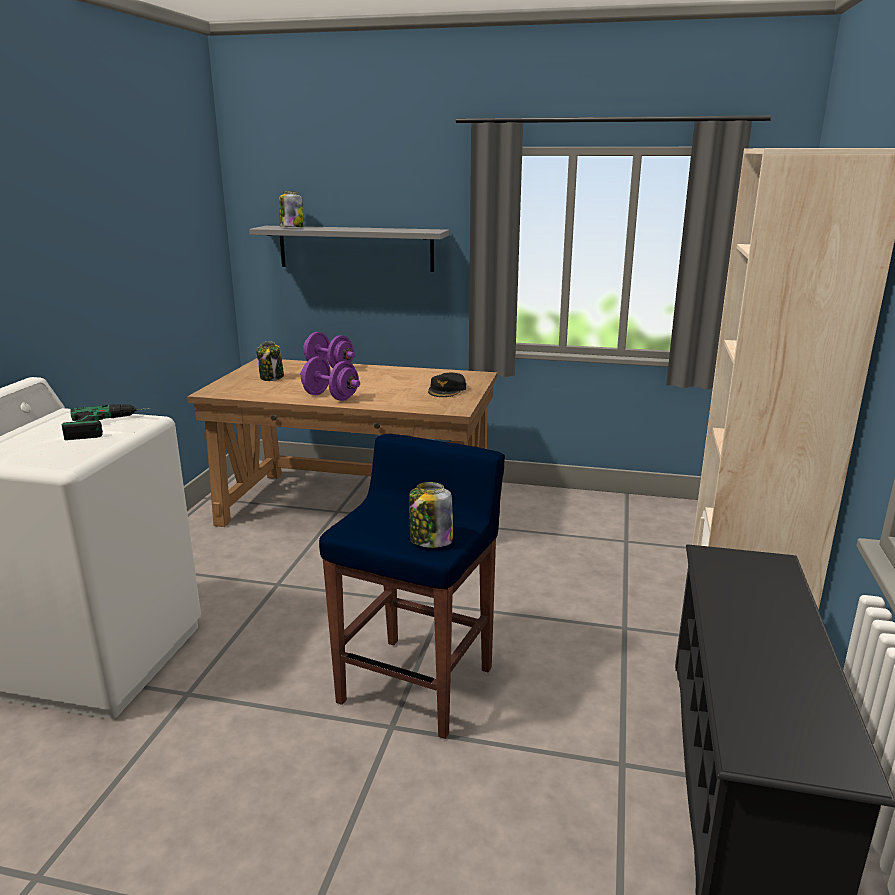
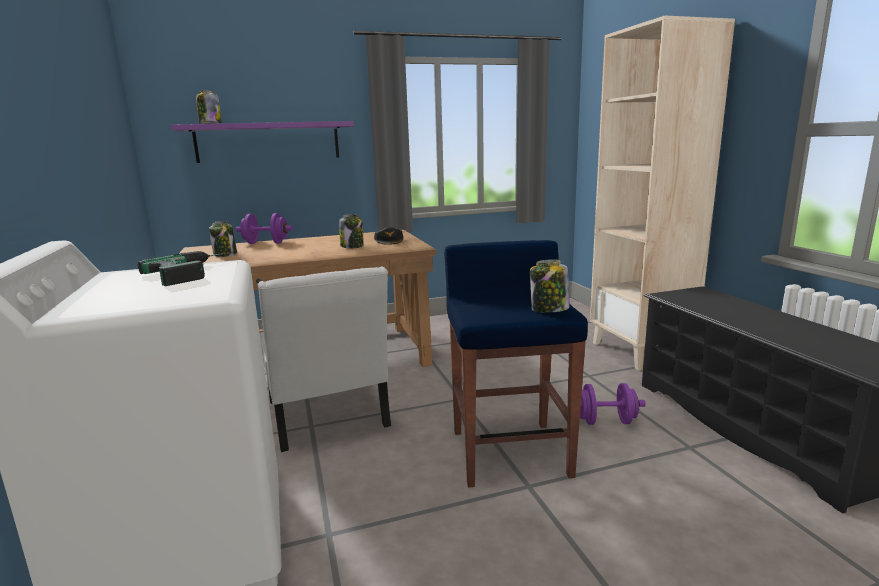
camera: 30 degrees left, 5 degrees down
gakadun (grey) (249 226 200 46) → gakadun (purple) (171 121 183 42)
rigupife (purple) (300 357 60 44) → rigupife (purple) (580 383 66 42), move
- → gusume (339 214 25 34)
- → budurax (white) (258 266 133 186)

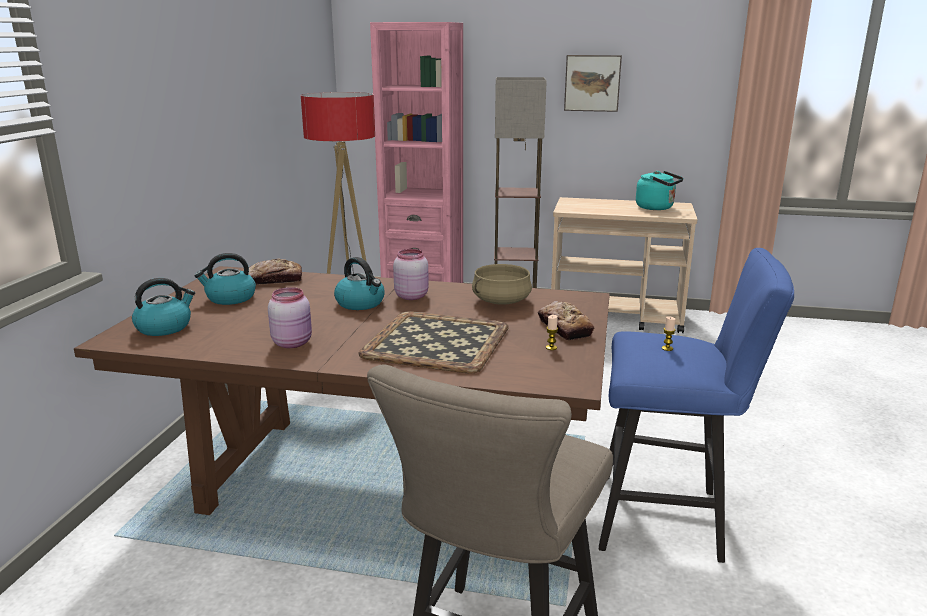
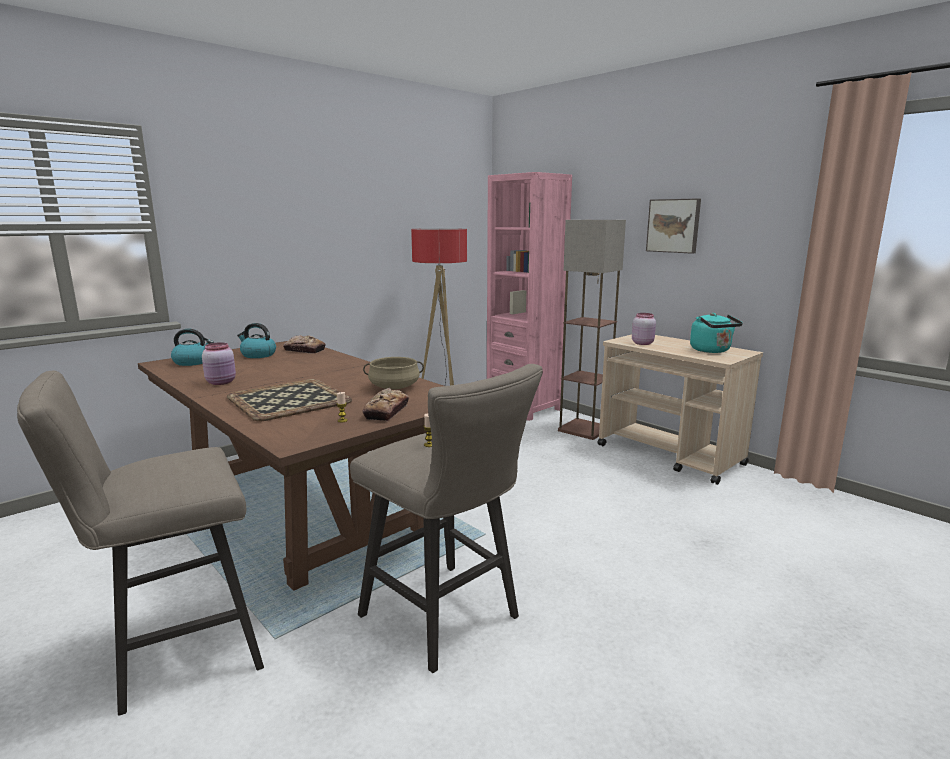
camera: 35 degrees right, 5 degrees down
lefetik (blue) (599 248 195 315) → lefetik (beige) (350 364 193 309)
gusume (pink) (393 249 36 51) → gusume (pink) (632 313 24 32), move
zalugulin (334 257 51 53) → -

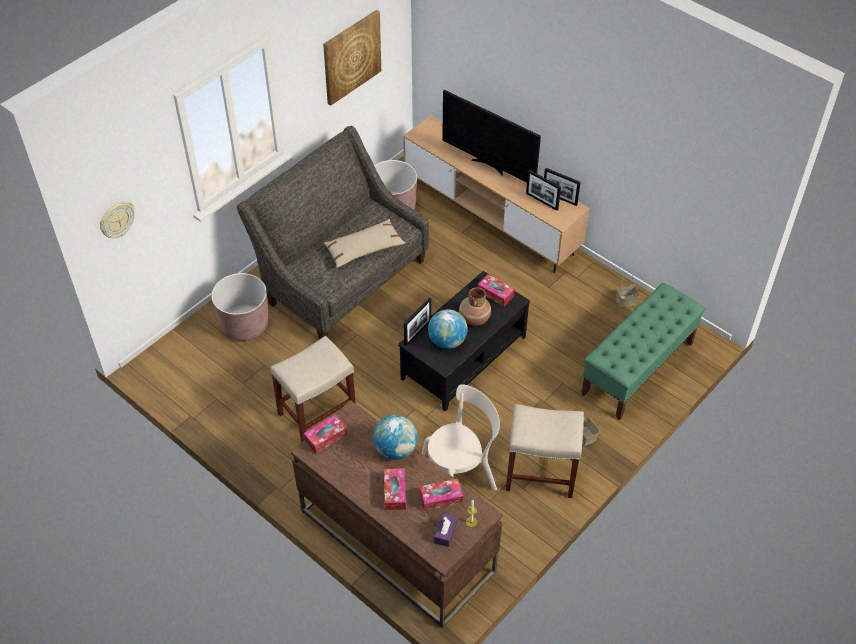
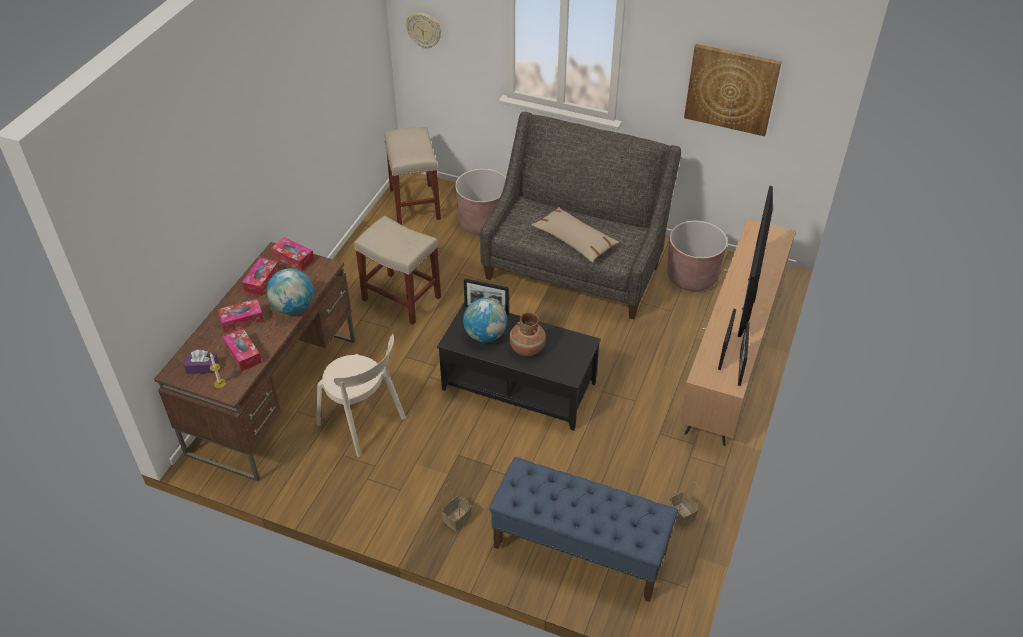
camera: 70 degrees right, 5 degrees down
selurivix (478 274 37 32) → selurivix (242 257 38 39), move
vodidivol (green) (581 283 124 137) → vodidivol (blue) (489 457 189 145)
lefetik (beige) (506 404 78 94) → lefetik (beige) (384 127 57 98), move

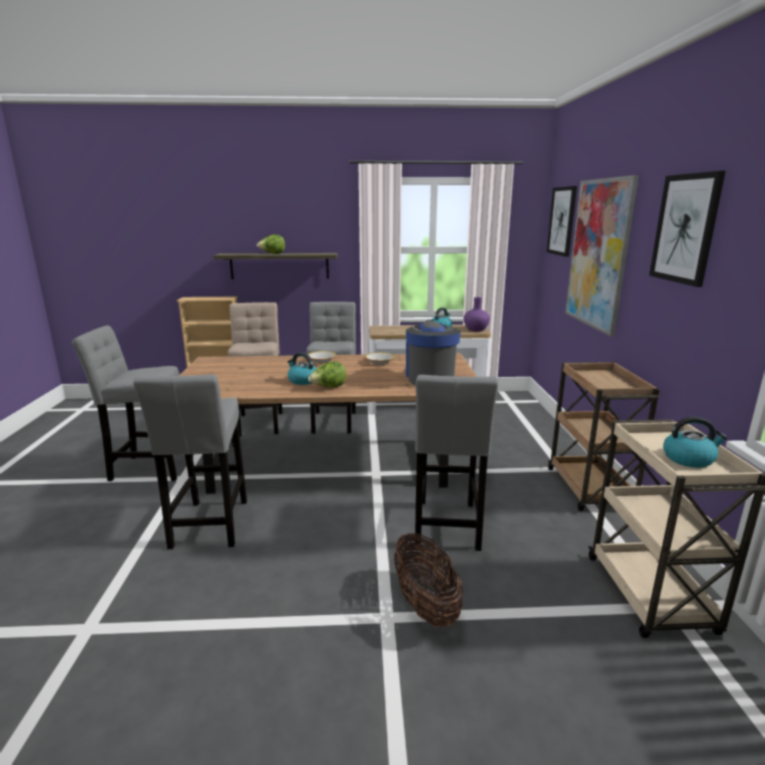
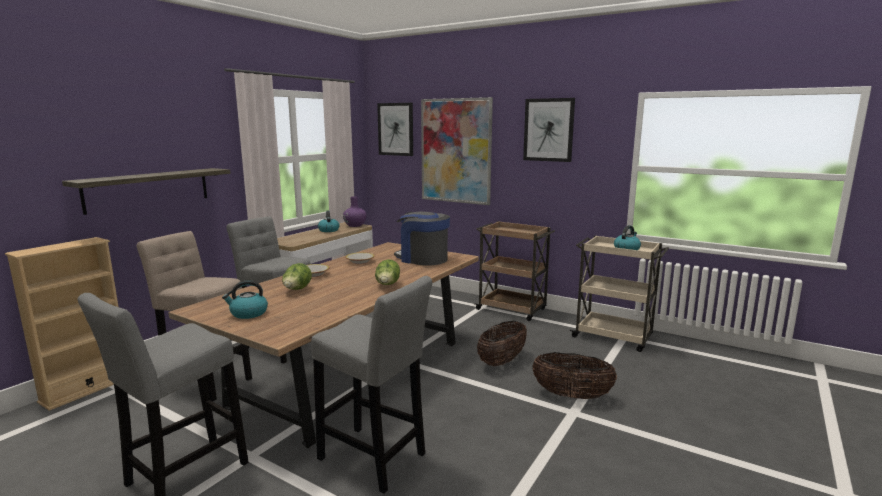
camera: 55 degrees left, 5 degrees down
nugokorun (257 234 28 20) → nugokorun (282 263 30 27), move
zalugulin (287 352 30 33) → zalugulin (222 280 46 39), move
lefetik (grey) (415 375 83 176) → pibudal (477 321 50 45)

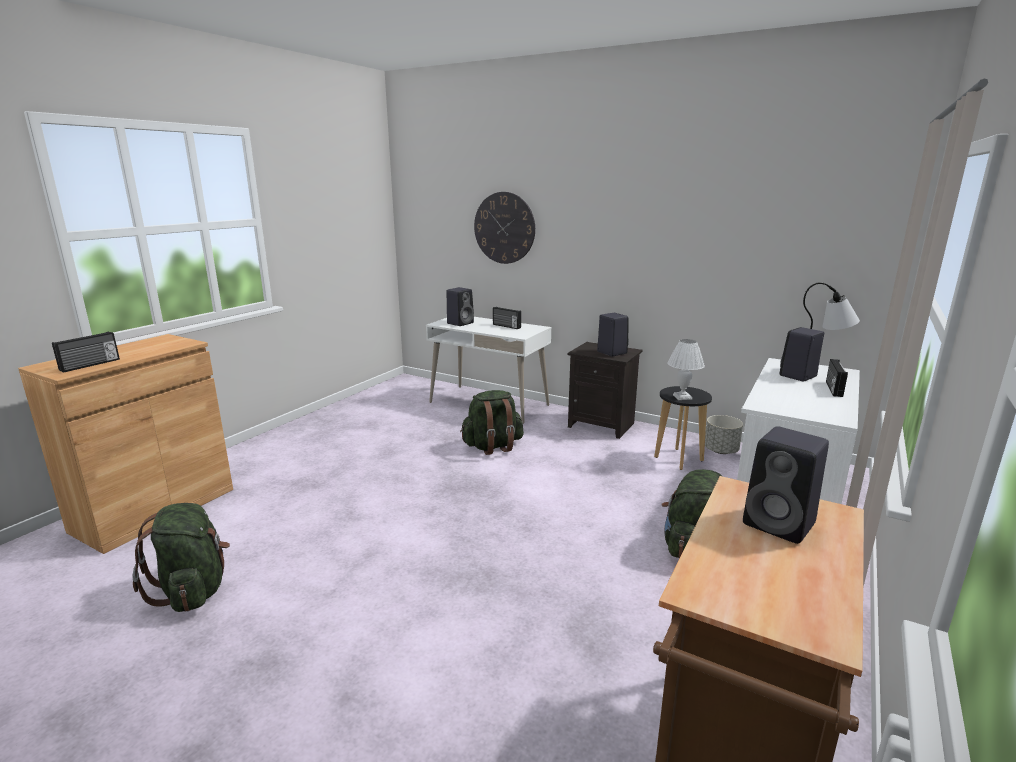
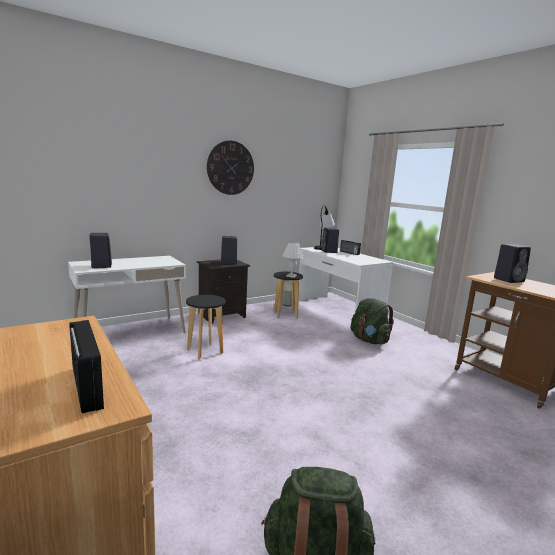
camera: 65 degrees left, 5 degrees down
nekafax (474 192 61 72) → nekafax (207 141 47 54), move
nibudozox (493 307 28 22) → -
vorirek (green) (460 390 64 65) → lefetik (black) (186 295 39 64)

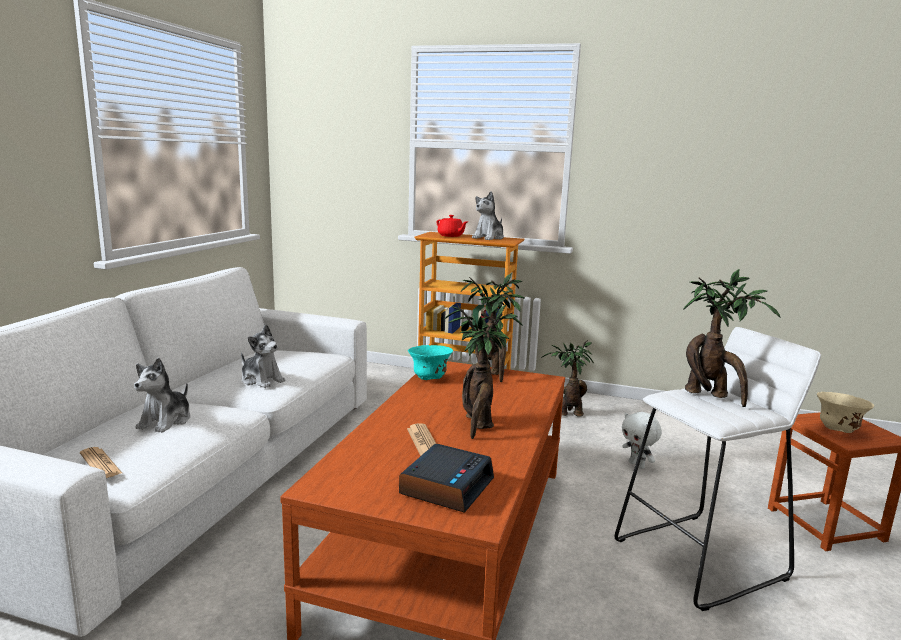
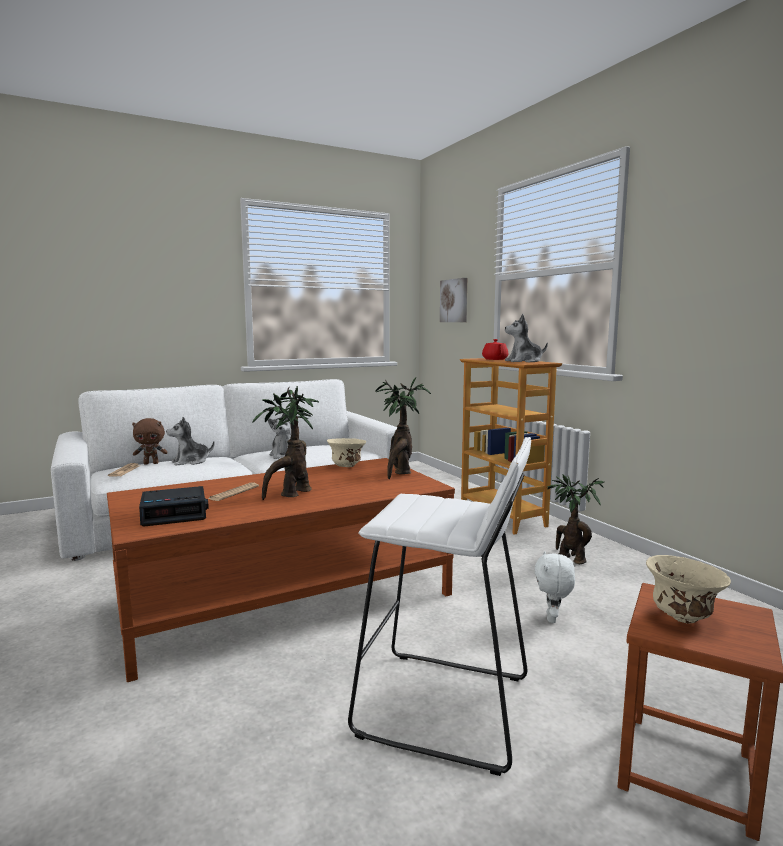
camera: 45 degrees right, 5 degrees down
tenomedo (684 269 96 138) → -
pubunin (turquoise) (408 345 45 35) → pubunin (beige) (327 438 39 29)
- → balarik (440 278 27 44)
- → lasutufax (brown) (132 418 36 47)

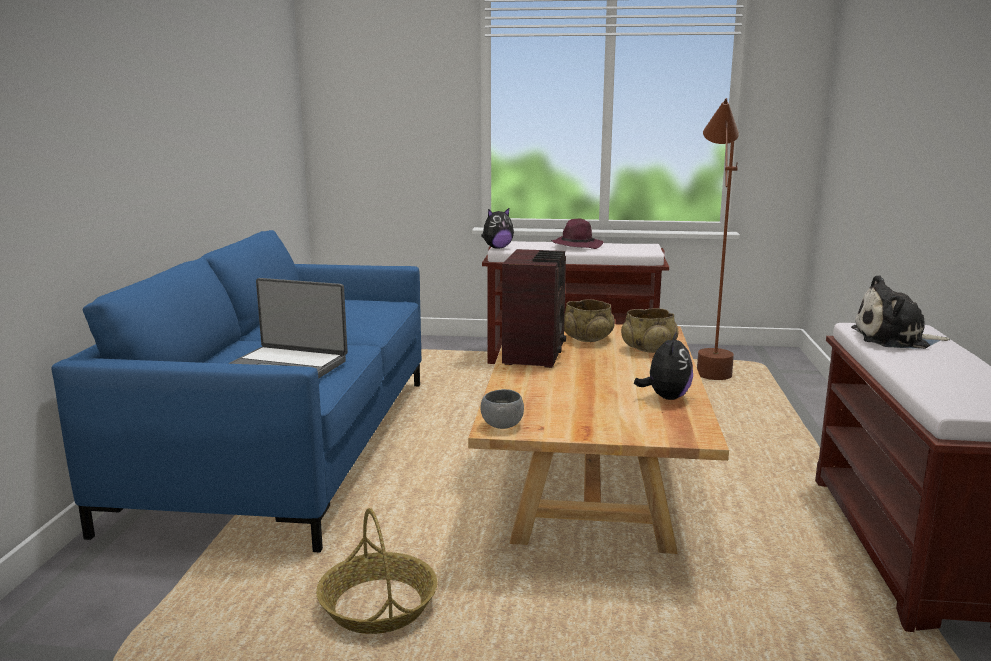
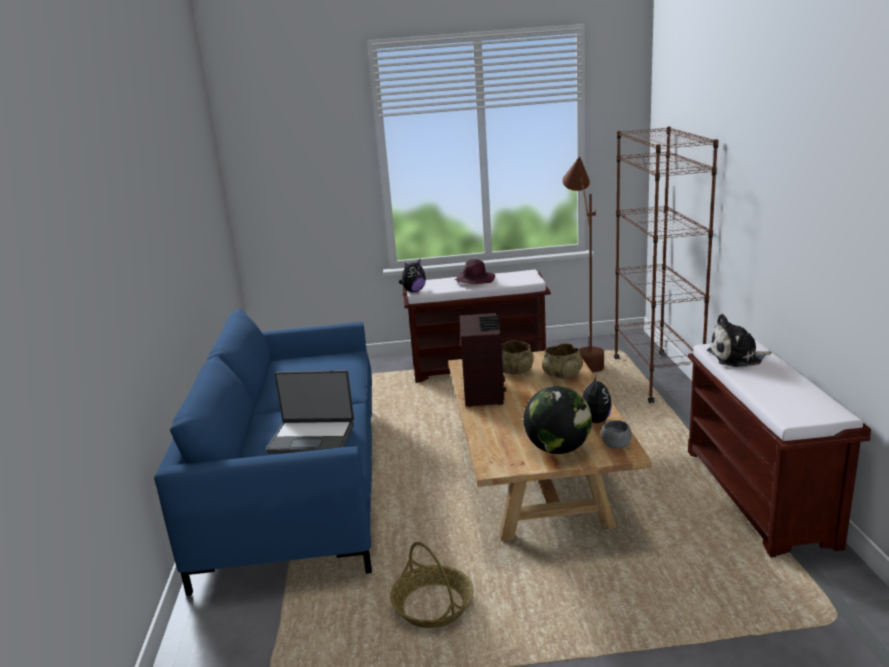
camera: 10 degrees left, 5 degrees up
pubunin (grey) (480 389 44 40) → pubunin (grey) (601 420 31 29), move
- → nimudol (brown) (614 127 104 277)
- → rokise (523 386 69 68)

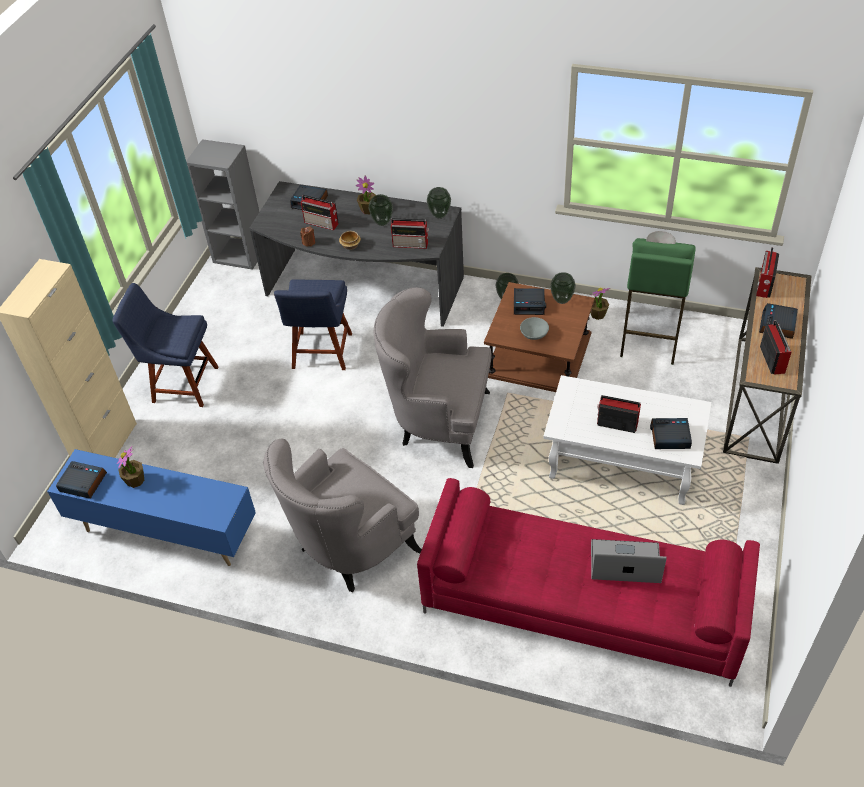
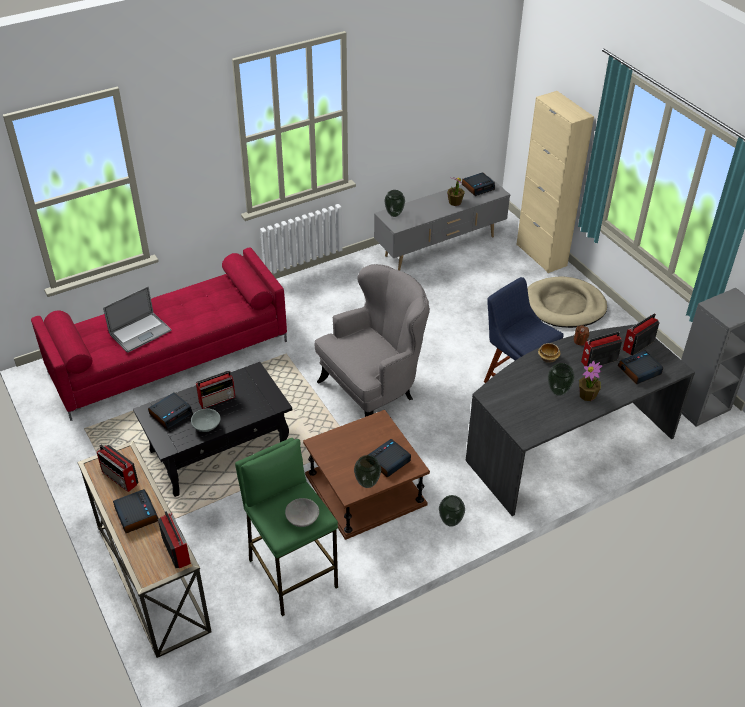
camera: 130 degrees right, 5 degrees down
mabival (427 187 24 32) → mabival (384 190 21 27), move
nibudozox (391 218 38 31) → nibudozox (623 313 37 42), move
budurax (blue) (112 283 107 124) → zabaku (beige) (527 277 80 51)
tenomedo (590 288 20 32) → -
pubunin (grey) (520 317 29 23) → pubunin (grey) (191 408 30 24), move
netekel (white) (543 375 168 130) → netekel (black) (133 362 159 135)
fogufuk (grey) (263 439 159 153) → -
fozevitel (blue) (47 449 209 117) → fozevitel (grey) (374 176 136 95)

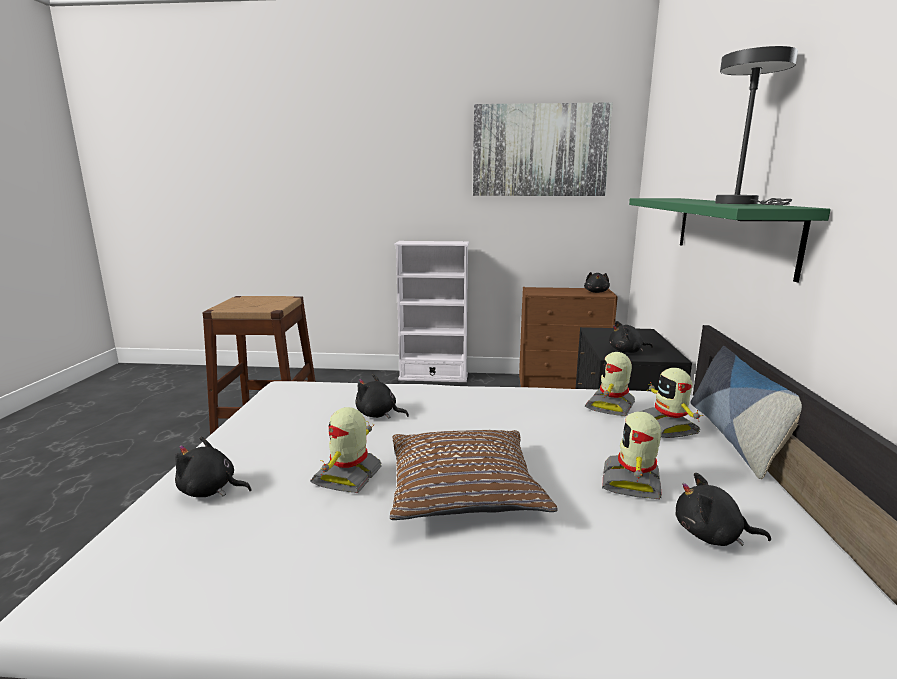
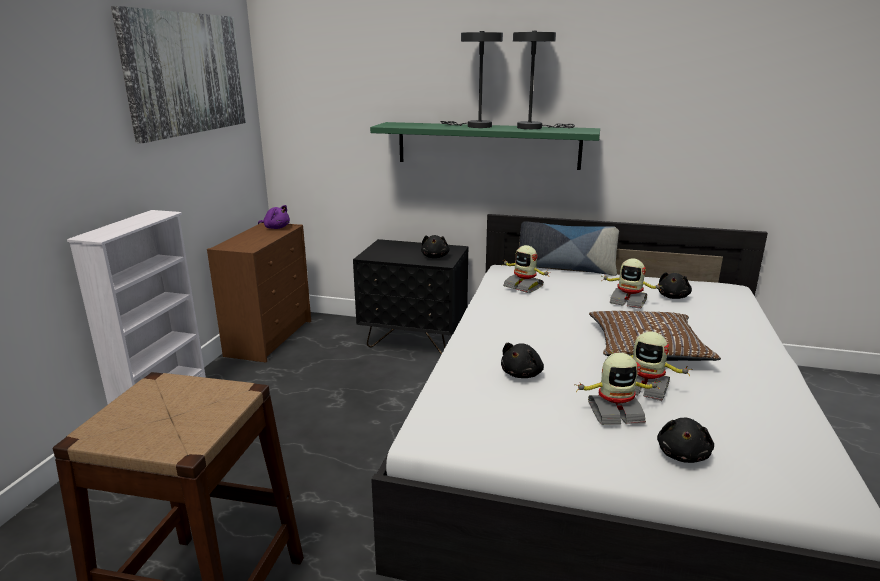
camera: 80 degrees left, 5 degrees up
lasutufax (black) (584 272 26 21) → lasutufax (purple) (258 205 32 24)
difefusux (640 368 63 70) → difefusux (574 353 86 72), move
- → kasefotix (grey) (440 31 63 97)

